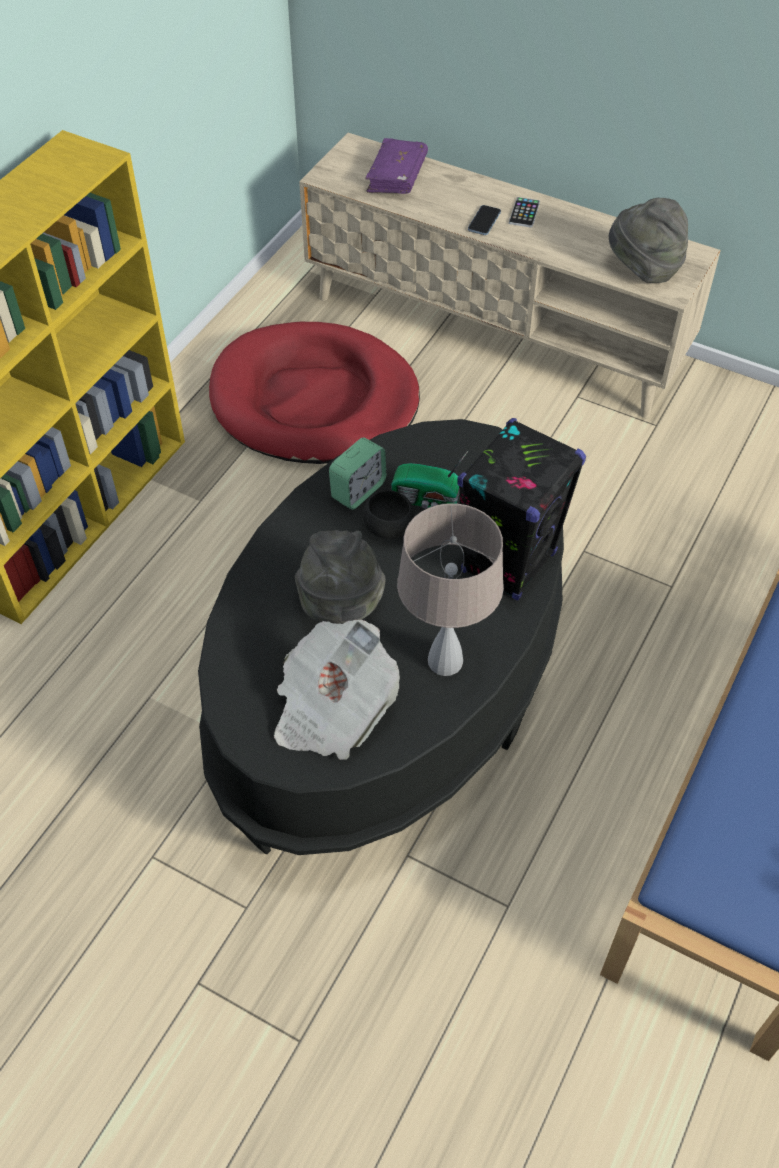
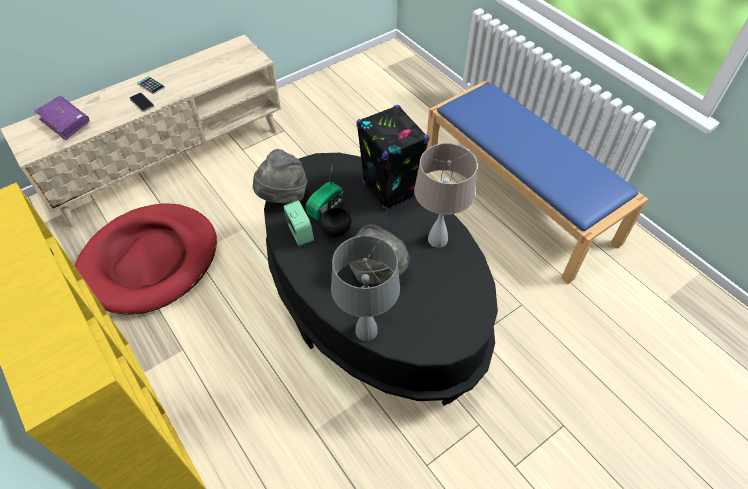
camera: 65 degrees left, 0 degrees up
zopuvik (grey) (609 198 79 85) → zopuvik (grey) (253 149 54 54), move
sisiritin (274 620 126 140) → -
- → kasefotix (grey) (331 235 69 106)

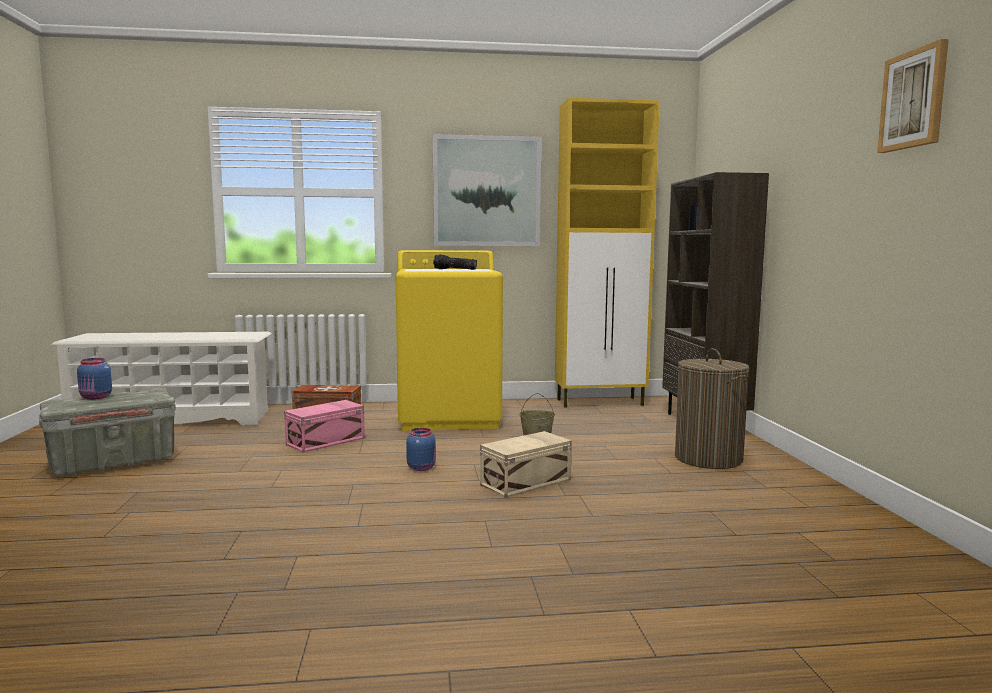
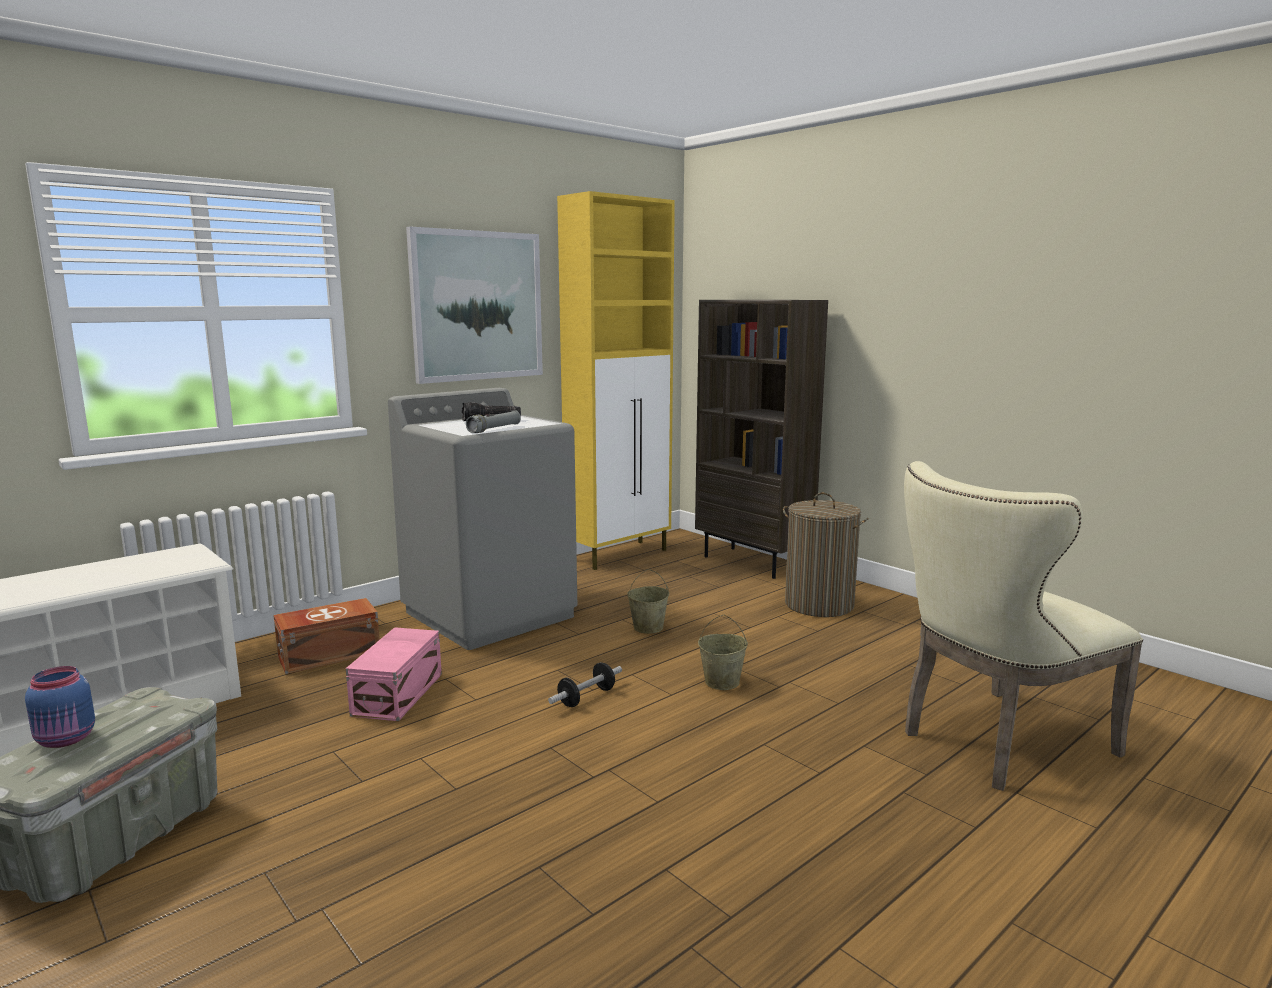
camera: 35 degrees left, 5 degrees up
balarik (877 39 72 114) → -
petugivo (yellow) (395 250 108 181) → petugivo (grey) (388 388 189 262)
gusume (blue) (406 428 30 43) → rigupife (548 662 74 45)
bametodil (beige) (480 431 92 67) → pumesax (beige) (698 615 50 75)
- → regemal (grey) (466 410 55 23)
- → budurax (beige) (904 461 239 330)

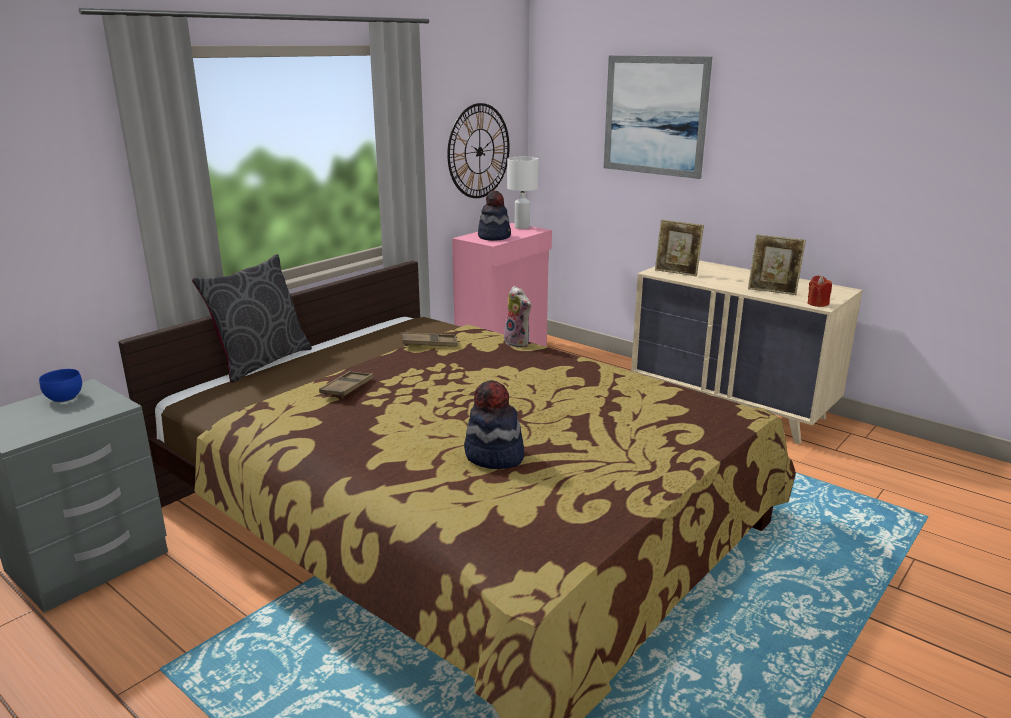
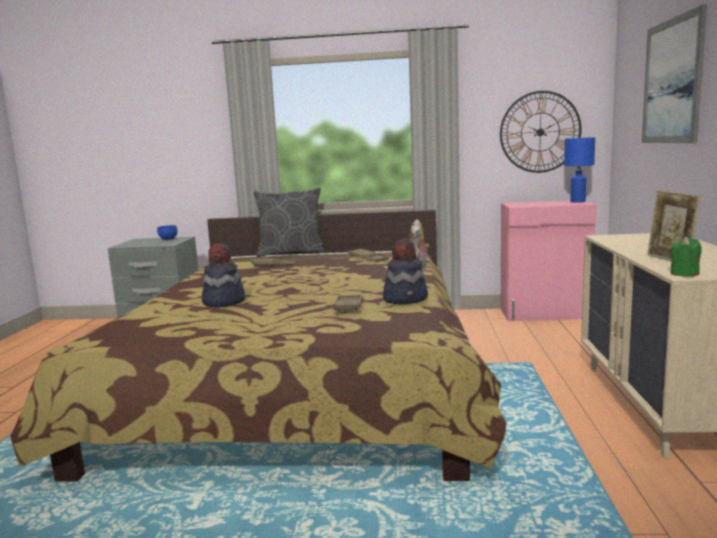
camera: 55 degrees right, 10 degrees down
kasefotix (white) (507 157 31 72) → kasefotix (blue) (564 137 31 66)
zopuvik (478 191 33 50) → zopuvik (383 239 45 65), move
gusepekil (655 219 49 57) → -
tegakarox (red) (808 275 24 32) → tegakarox (green) (670 237 32 39)
- → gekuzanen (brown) (333 294 30 18)

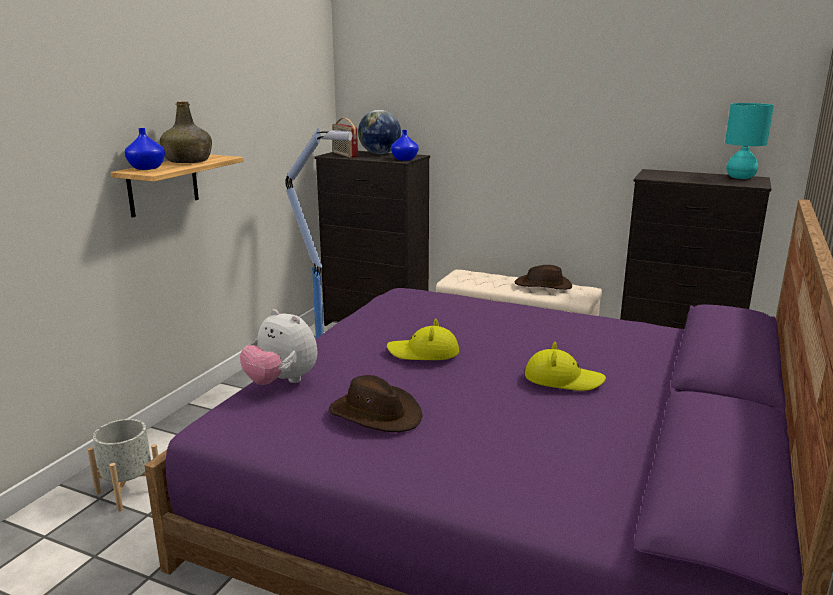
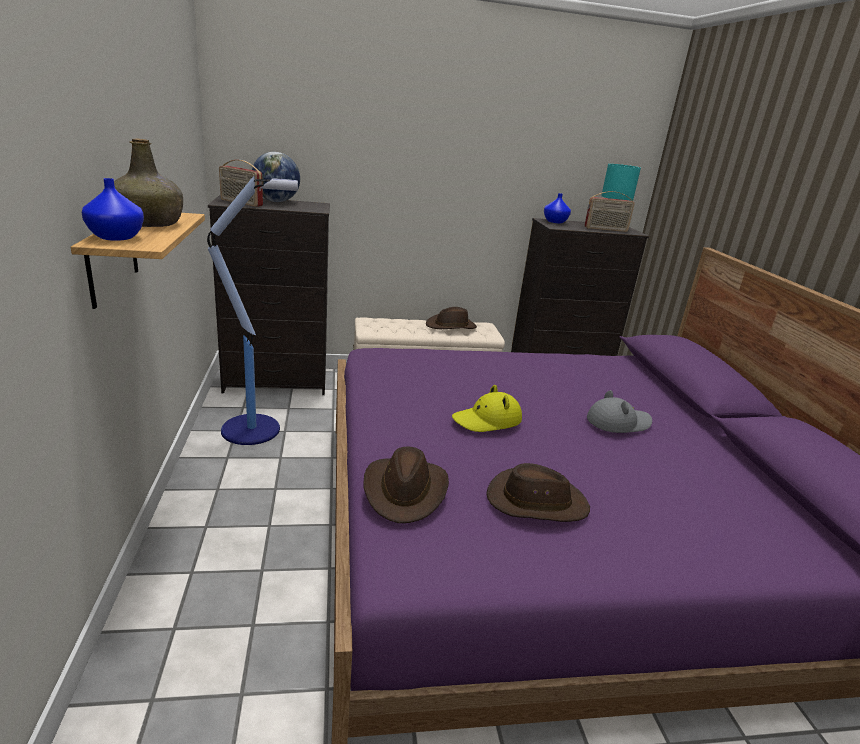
camera: 35 degrees left, 5 degrees up
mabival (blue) (391 130 28 31) → mabival (blue) (544 193 27 30), move
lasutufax (240 309 78 76) → zopuvik (brown) (364 447 85 76)
zopuvik (yellow) (525 341 81 50) → zopuvik (grey) (587 390 65 43)
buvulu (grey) (88 419 70 92) → -
- → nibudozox (585 191 50 41)

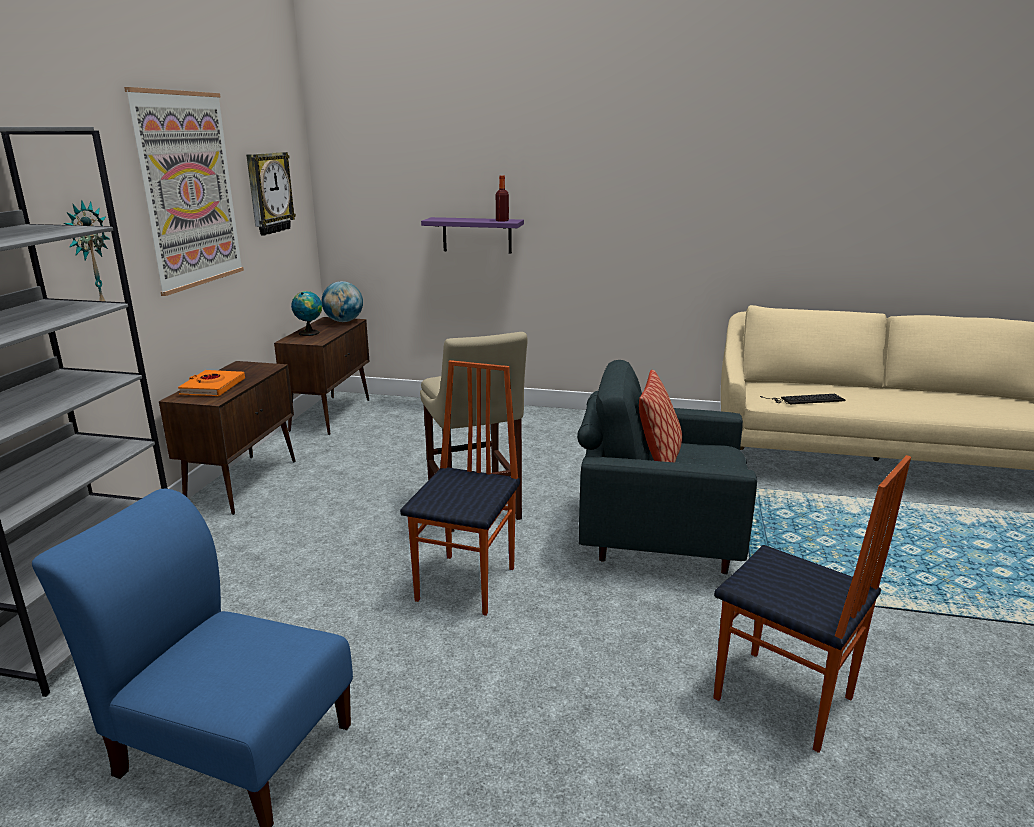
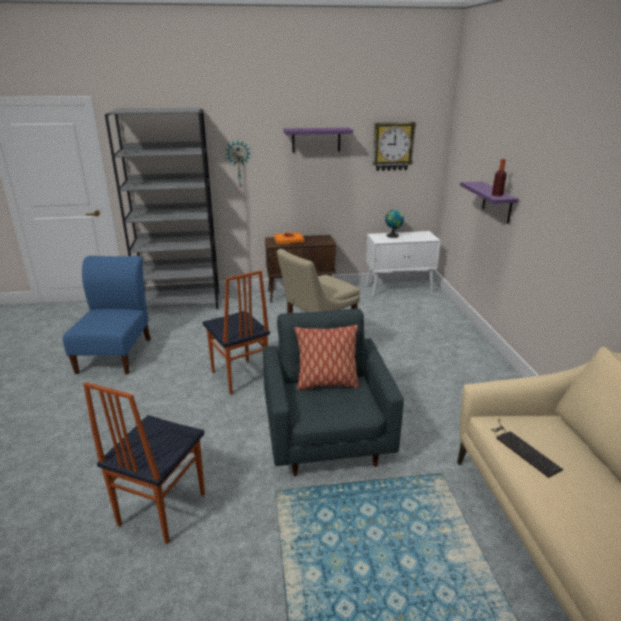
camera: 70 degrees right, 5 degrees up
balarik (124 87 120 209) → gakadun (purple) (283 127 70 26)
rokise (322 281 41 41) → -
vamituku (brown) (274 317 96 118) → vamituku (white) (366 231 75 66)
budurax (400 360 120 256) → budurax (202 270 68 125), 60 degrees clockwise

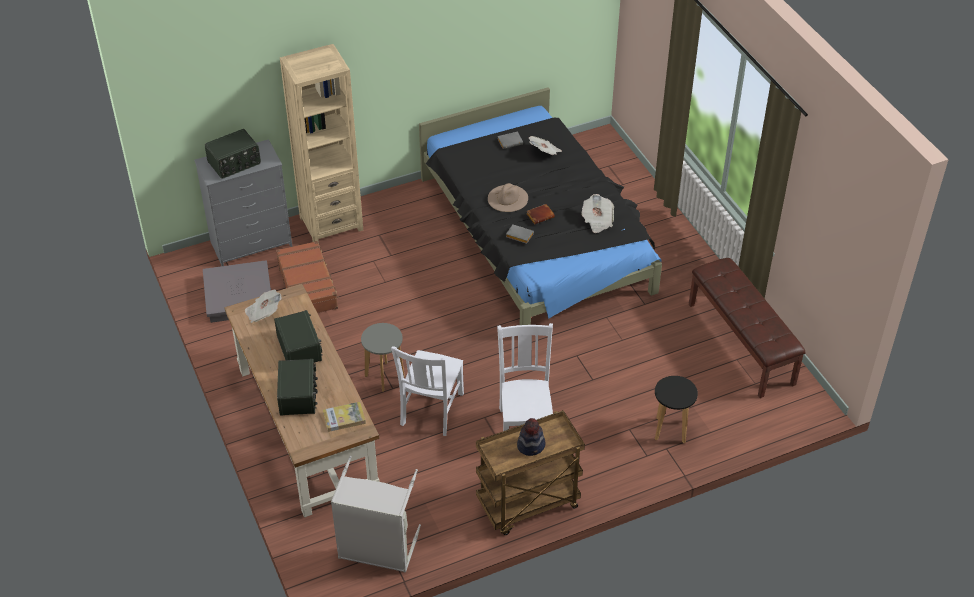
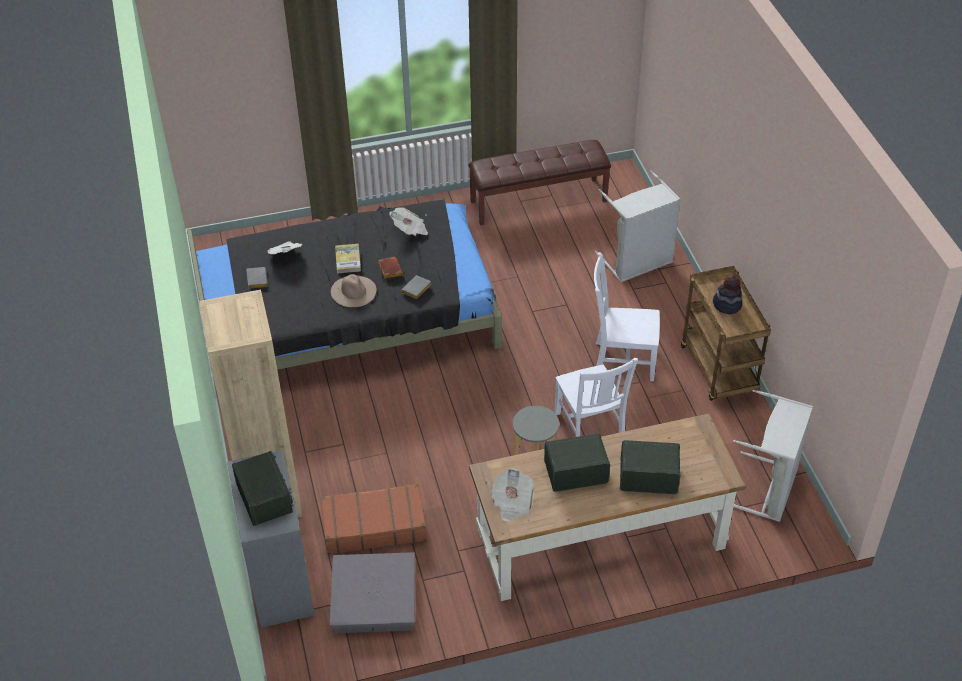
camera: 80 degrees left, 0 degrees up
budurax (white) (391 346 73 90) → budurax (white) (554 358 84 79), 45 degrees clockwise
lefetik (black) (655 376 43 67) → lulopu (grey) (595 170 86 113)
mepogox (323 402 43 30) → mepogox (335 244 26 29), move

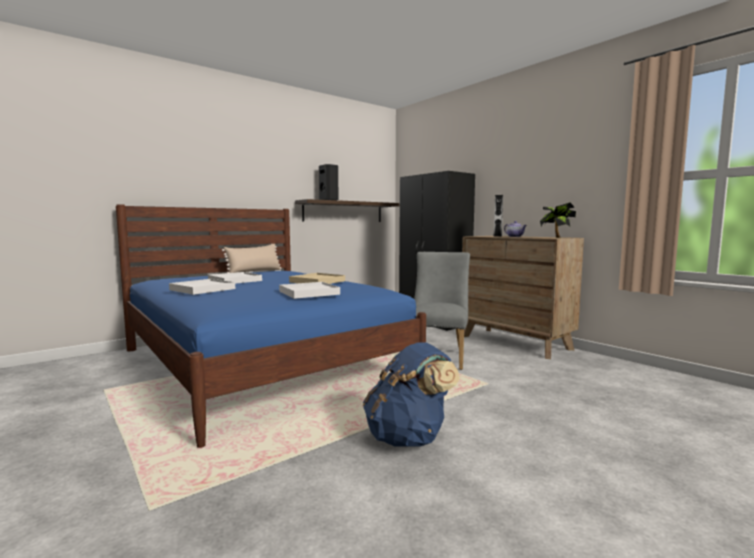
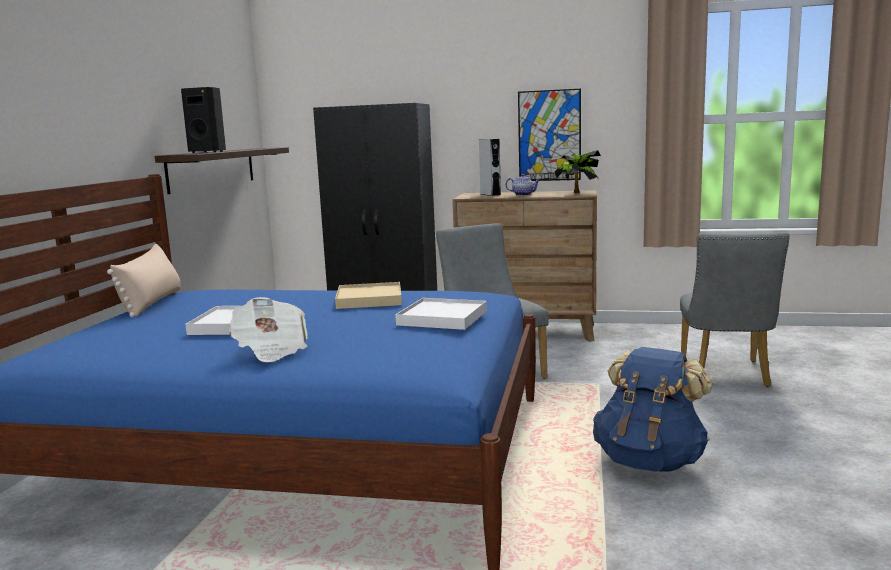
camera: 40 degrees left, 5 degrees up
gekuzanen (white) (169 279 66 16) → sisiritin (229 297 79 65)
- → balarik (518 89 63 92)
- → budurax (grey) (680 232 110 155)

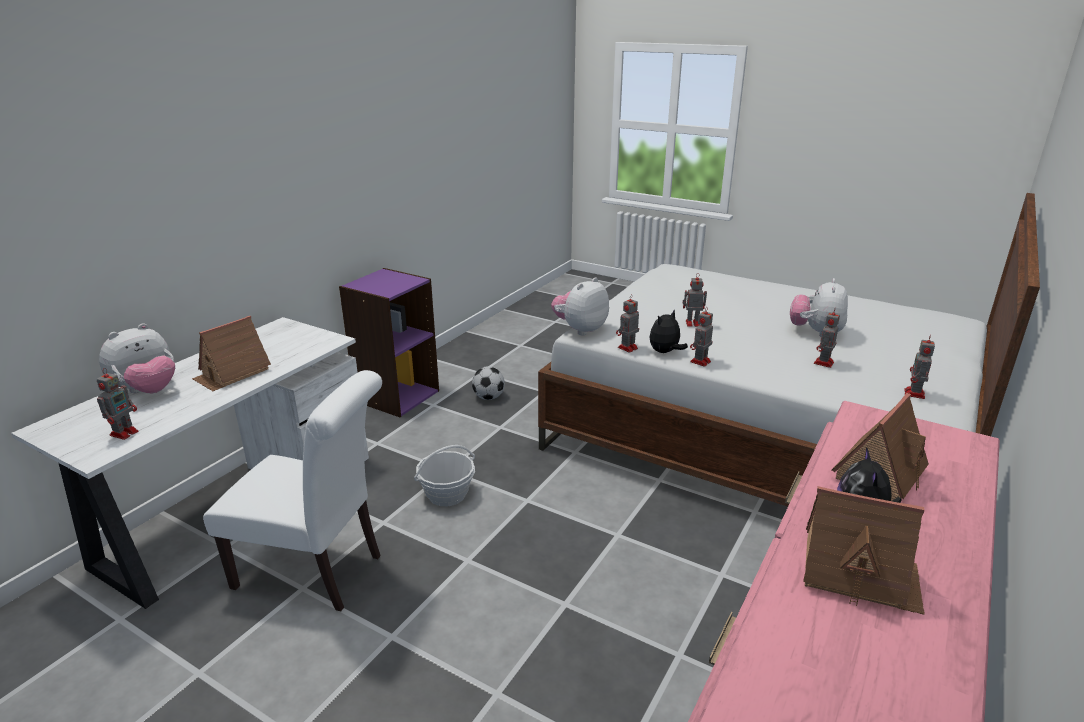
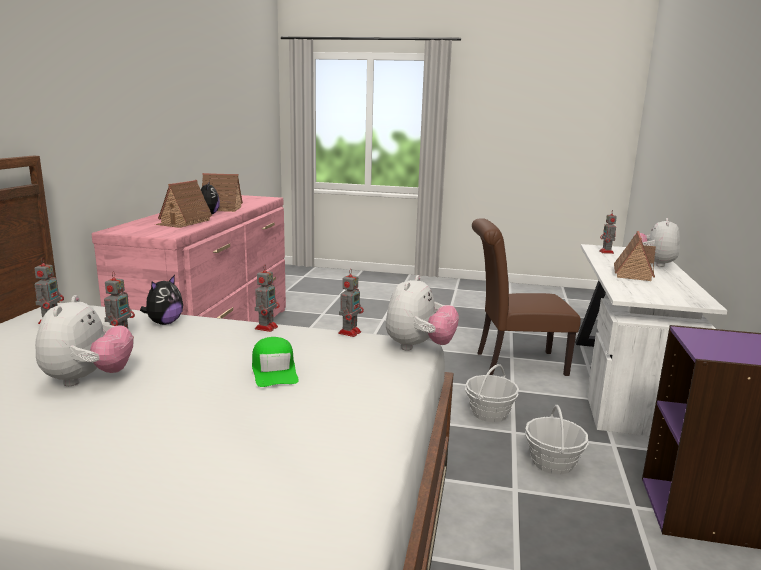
camera: 160 degrees right, 10 degrees down
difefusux (683 273 24 54) → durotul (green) (252 337 47 50)
lasutufax (650 310 38 43) → lasutufax (140 275 43 50), move
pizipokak (472 366 33 34) → -
budurax (white) (203 370 179 242) → budurax (brown) (472 218 109 158)
- → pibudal (525 405 64 70)

